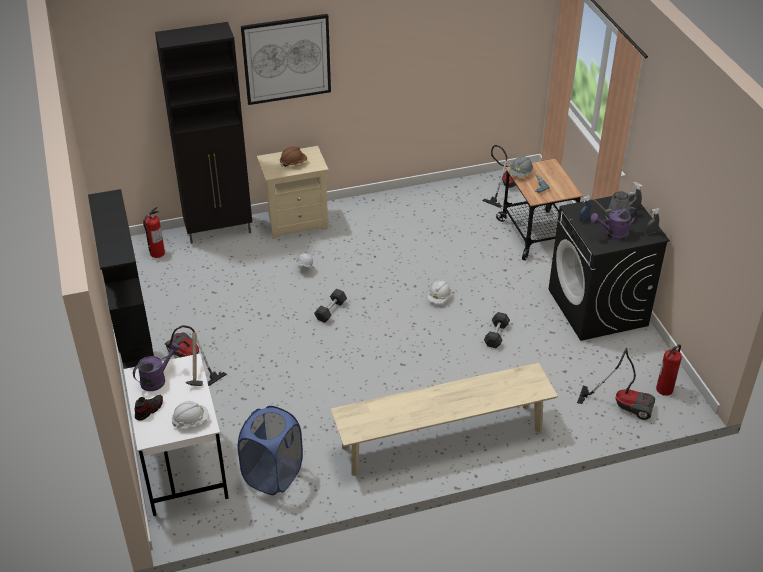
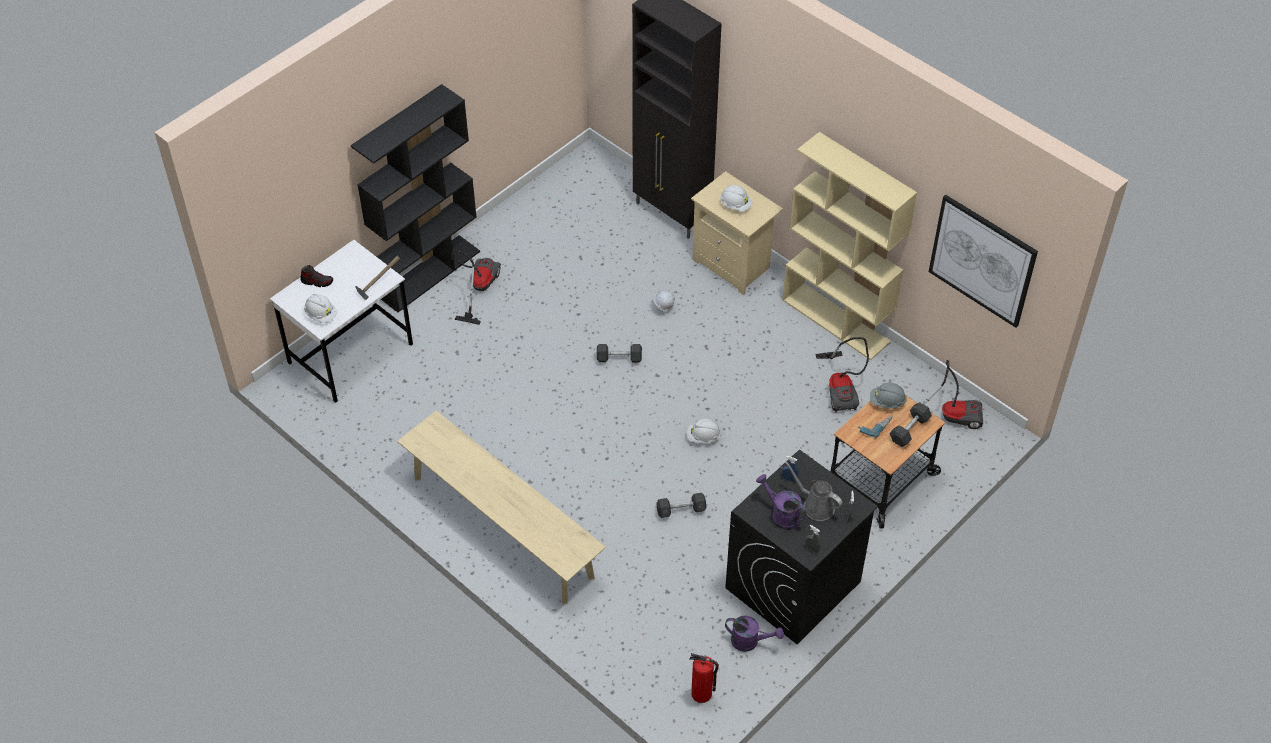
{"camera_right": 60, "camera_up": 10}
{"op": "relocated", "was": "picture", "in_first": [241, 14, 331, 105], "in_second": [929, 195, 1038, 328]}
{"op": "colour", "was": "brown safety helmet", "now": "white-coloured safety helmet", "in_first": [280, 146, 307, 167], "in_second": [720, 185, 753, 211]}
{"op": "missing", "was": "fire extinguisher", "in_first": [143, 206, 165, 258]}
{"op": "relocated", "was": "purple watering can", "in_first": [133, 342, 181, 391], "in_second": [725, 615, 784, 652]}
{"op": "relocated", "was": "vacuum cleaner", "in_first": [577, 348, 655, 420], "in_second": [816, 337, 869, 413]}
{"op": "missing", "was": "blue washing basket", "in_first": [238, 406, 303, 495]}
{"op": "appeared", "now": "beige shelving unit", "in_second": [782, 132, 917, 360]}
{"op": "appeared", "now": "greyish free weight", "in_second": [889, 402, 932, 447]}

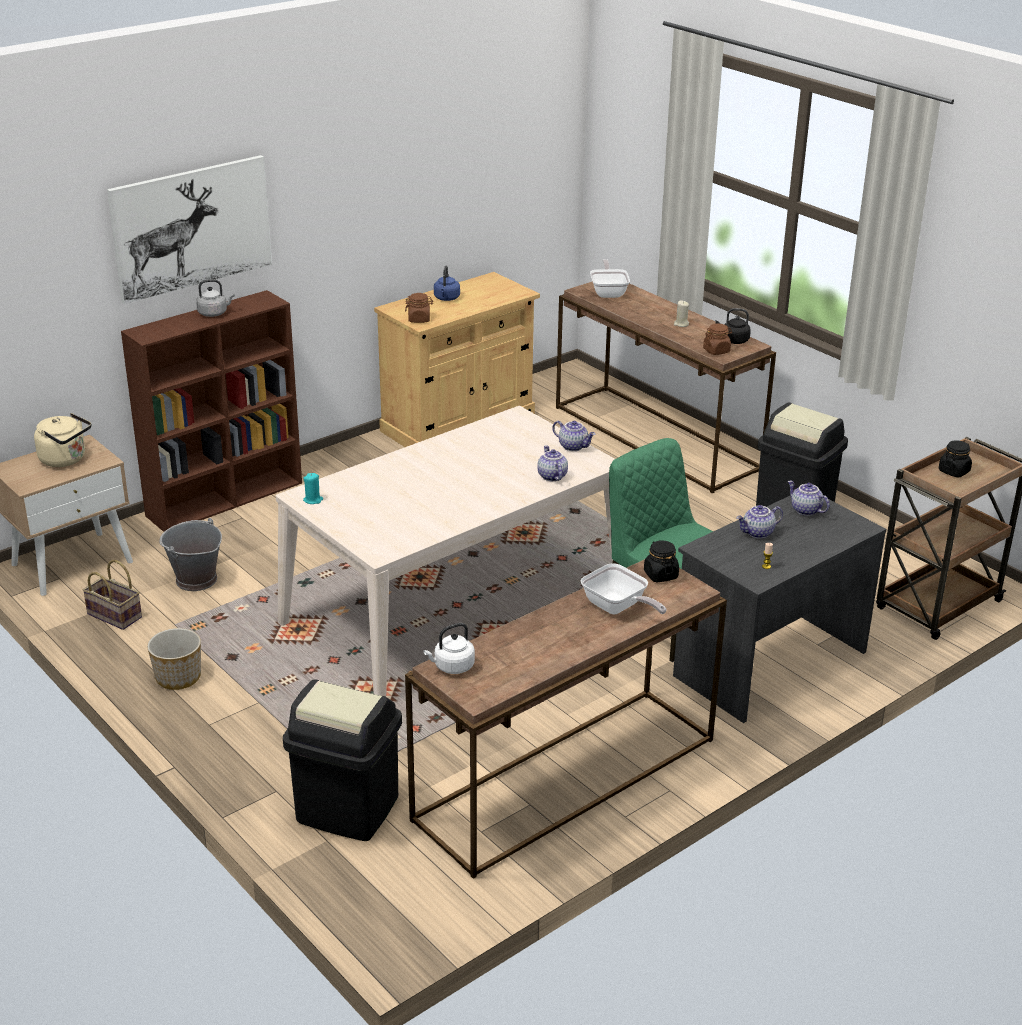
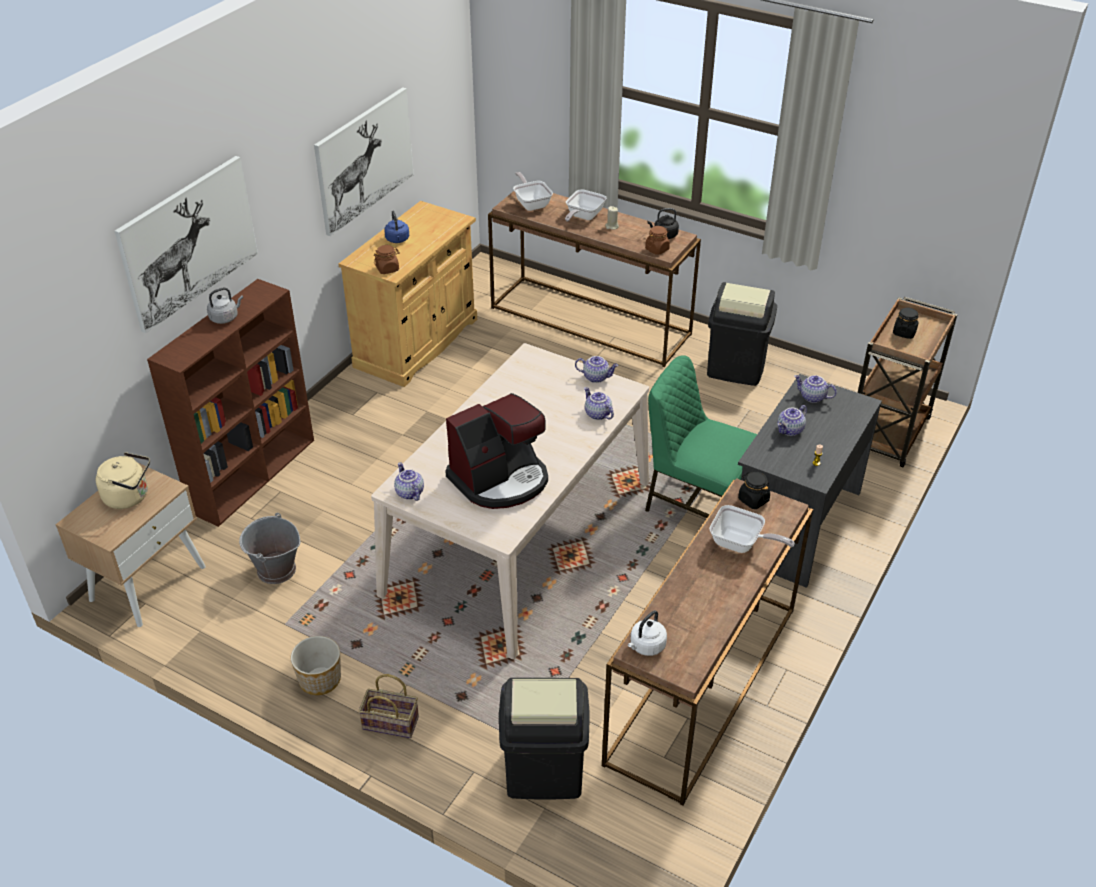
{"camera_right": -20, "camera_up": 10}
{"op": "exchanged", "was": "blue-green wax light", "now": "teapot", "in_first": [303, 473, 323, 504], "in_second": [394, 462, 424, 501]}
{"op": "relocated", "was": "storage basket", "in_first": [82, 560, 142, 630], "in_second": [358, 674, 419, 738]}
{"op": "appeared", "now": "picture", "in_second": [314, 87, 414, 236]}
{"op": "appeared", "now": "skillet", "in_second": [565, 189, 607, 222]}
{"op": "appeared", "now": "coffee maker", "in_second": [445, 393, 548, 509]}

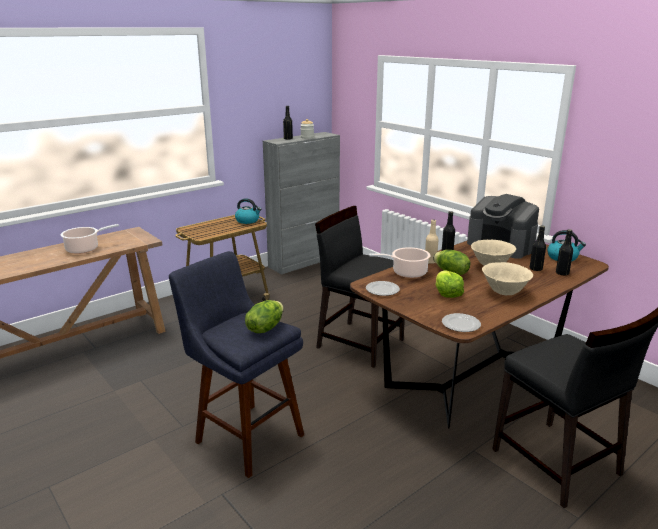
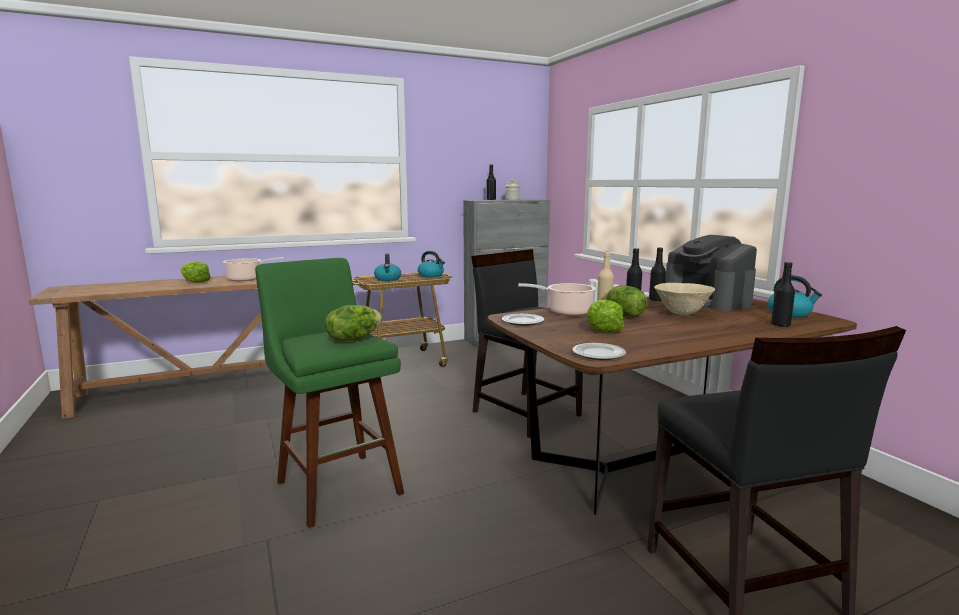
{"camera_right": 15, "camera_up": -10}
{"op": "relocated", "was": "black-coloured bottle", "in_first": [529, 226, 546, 271], "in_second": [649, 248, 666, 301]}
{"op": "colour", "was": "blue sitting stool", "now": "greenish sitting stool", "in_first": [169, 251, 304, 478], "in_second": [255, 258, 404, 528]}
{"op": "missing", "was": "beige bowl", "in_first": [482, 262, 533, 295]}
{"op": "appeared", "now": "kettle", "in_second": [374, 254, 401, 281]}
{"op": "appeared", "now": "lettuce head", "in_second": [181, 262, 211, 283]}

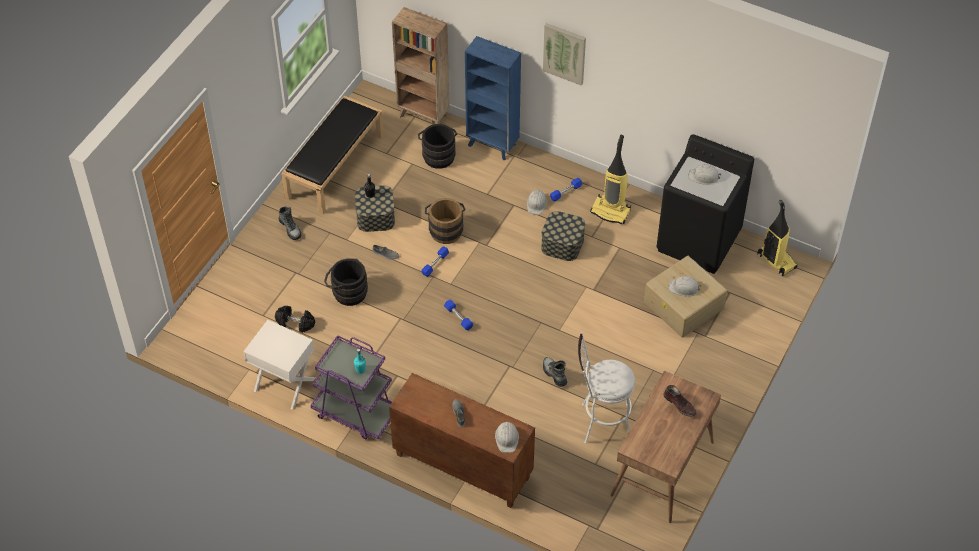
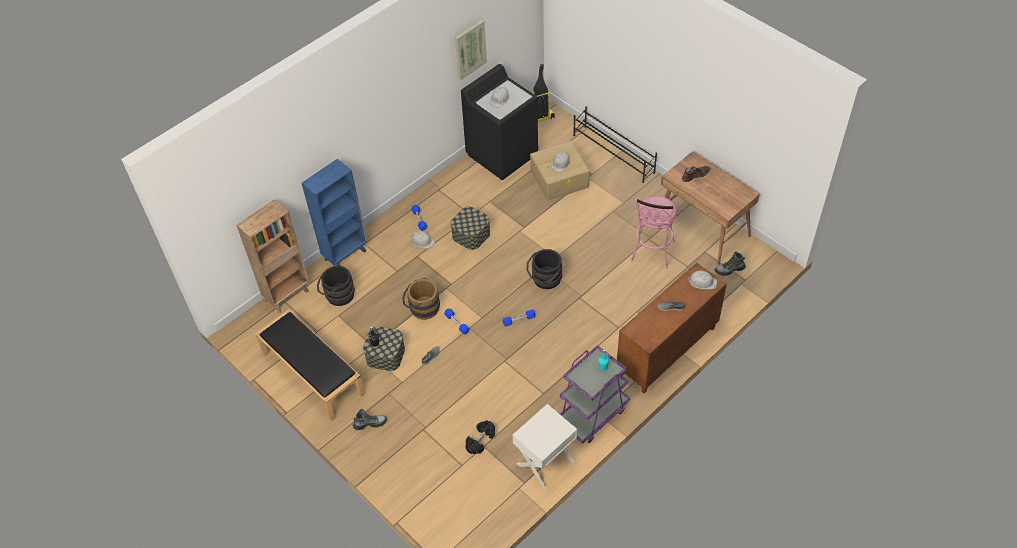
{"camera_right": -70, "camera_up": 0}
{"op": "relocated", "was": "picture", "in_first": [543, 23, 586, 86], "in_second": [455, 20, 487, 80]}
{"op": "missing", "was": "vacuum cleaner", "in_first": [590, 135, 631, 224]}
{"op": "relocated", "was": "black-coloured pail", "in_first": [324, 258, 368, 306], "in_second": [526, 249, 562, 289]}
{"op": "colour", "was": "white-coloured sitting stool", "now": "pink sitting stool", "in_first": [578, 332, 635, 444], "in_second": [631, 196, 677, 269]}
{"op": "relocated", "was": "tall boot", "in_first": [543, 357, 567, 387], "in_second": [715, 252, 746, 276]}
{"op": "appeared", "now": "black-coloured shoe shelf", "in_second": [573, 107, 657, 183]}

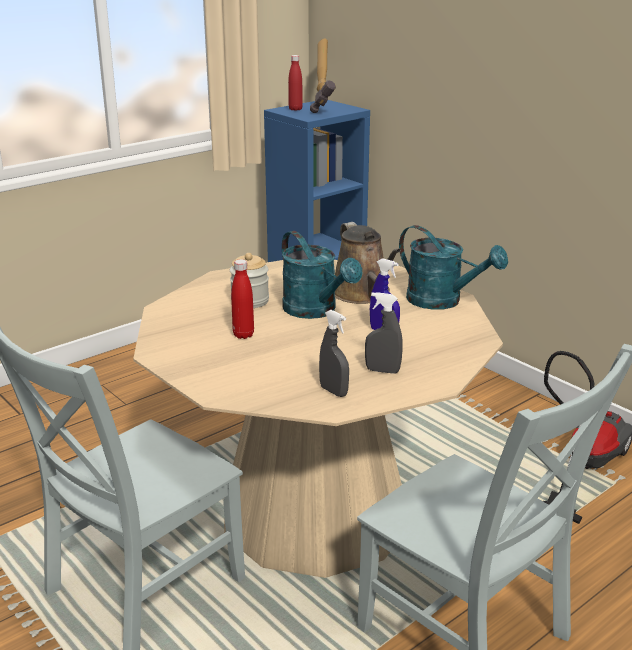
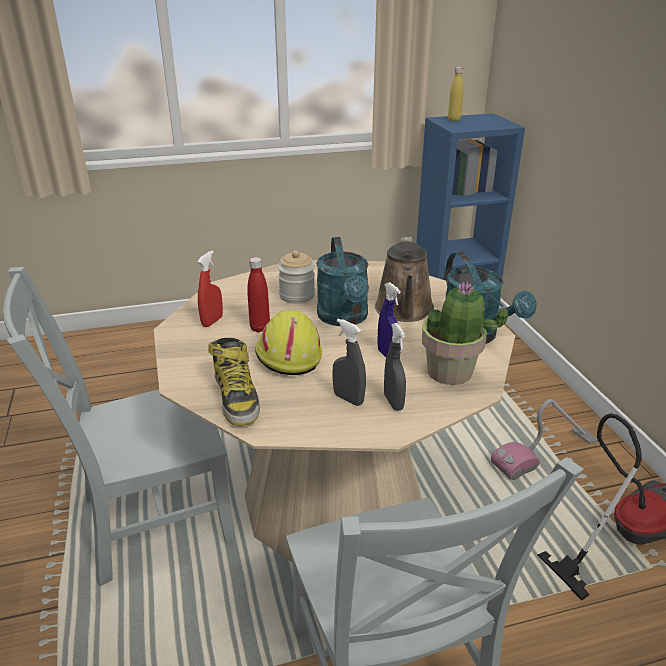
{"camera_right": 25, "camera_up": 5}
{"op": "missing", "was": "hammer", "in_first": [310, 39, 336, 113]}
{"op": "colour", "was": "red bottle", "now": "yellowish bottle", "in_first": [288, 55, 303, 111], "in_second": [448, 67, 464, 121]}
{"op": "relocated", "was": "greyish sprayer", "in_first": [319, 310, 349, 397], "in_second": [384, 323, 406, 411]}
{"op": "appeared", "now": "red sprayer", "in_second": [197, 251, 223, 327]}
{"op": "appeared", "now": "plant in a pot", "in_second": [422, 281, 508, 385]}
{"op": "appeared", "now": "yellowish safety helmet", "in_second": [255, 310, 322, 375]}
{"op": "appeared", "now": "tall boot", "in_second": [208, 338, 260, 426]}
{"op": "appeared", "now": "vacuum cleaner", "in_second": [491, 399, 598, 480]}

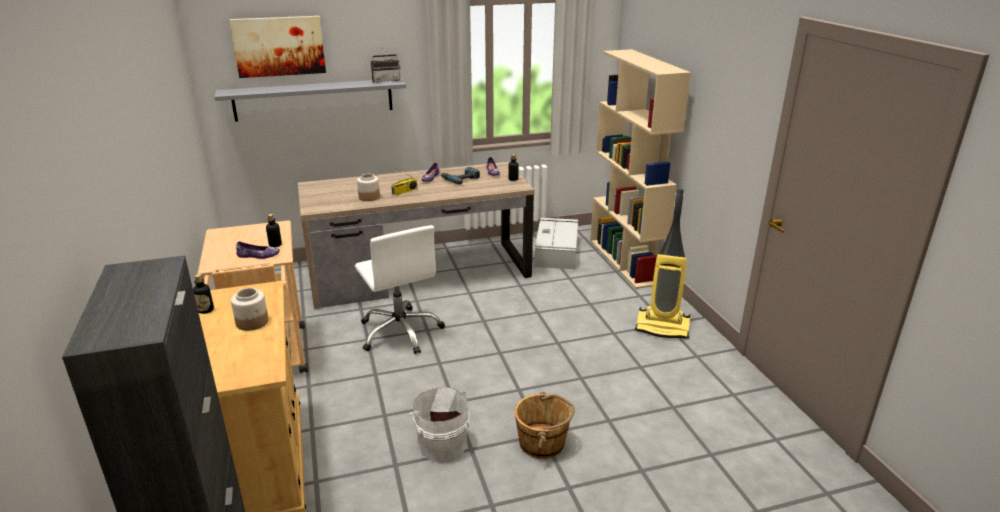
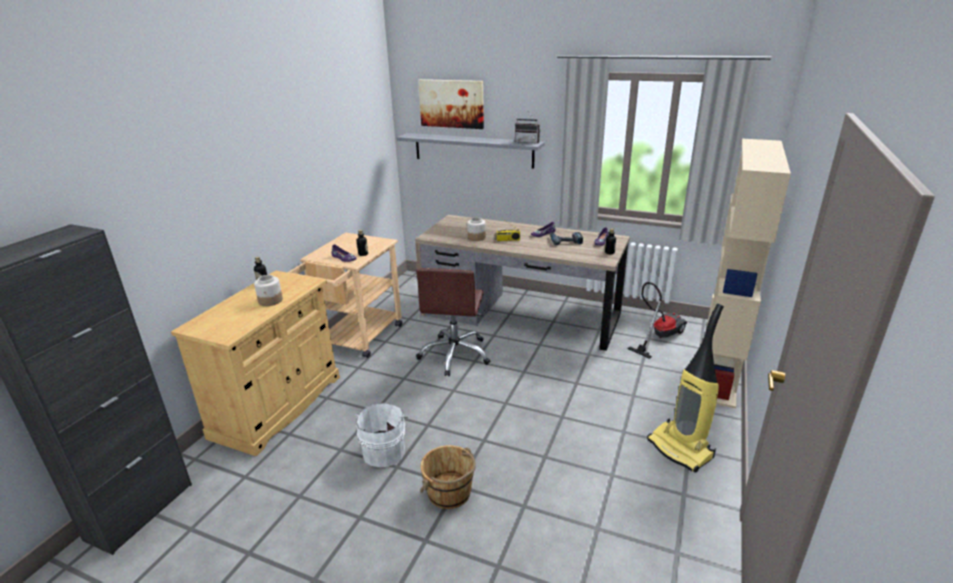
{"camera_right": 40, "camera_up": 0}
{"op": "exchanged", "was": "greyish storage bin", "now": "vacuum cleaner", "in_first": [535, 218, 578, 269], "in_second": [627, 282, 687, 359]}
{"op": "colour", "was": "white-coloured computer chair", "now": "brown computer chair", "in_first": [355, 225, 445, 354], "in_second": [416, 268, 490, 376]}

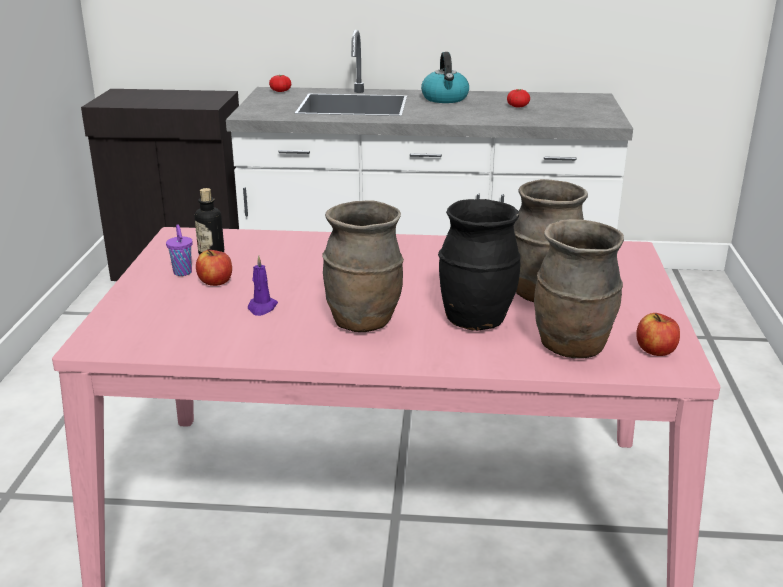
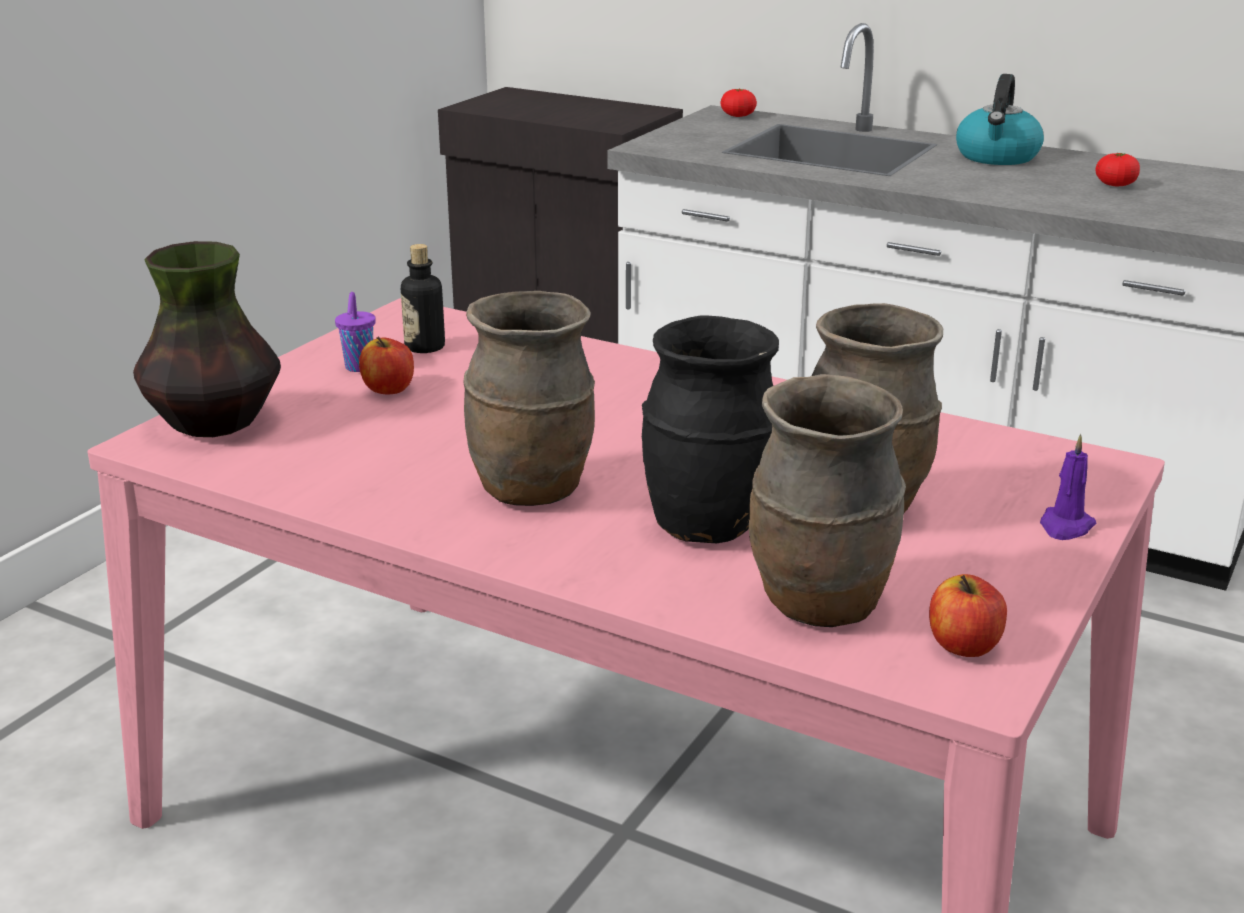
{"camera_right": 25, "camera_up": 0}
{"op": "relocated", "was": "purple wax light", "in_first": [248, 255, 278, 316], "in_second": [1040, 434, 1096, 540]}
{"op": "appeared", "now": "vase", "in_second": [133, 241, 281, 437]}

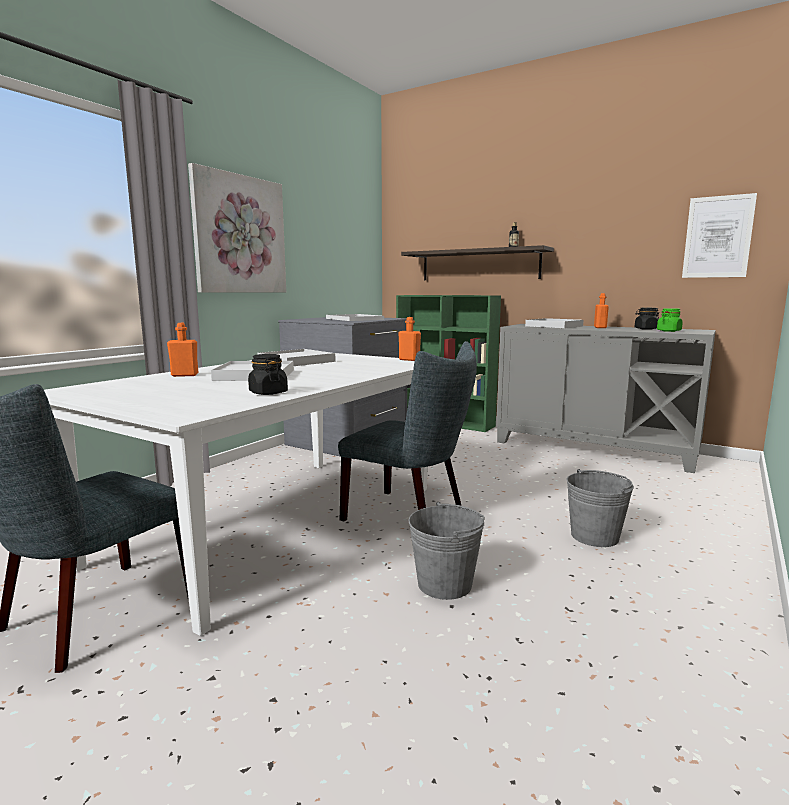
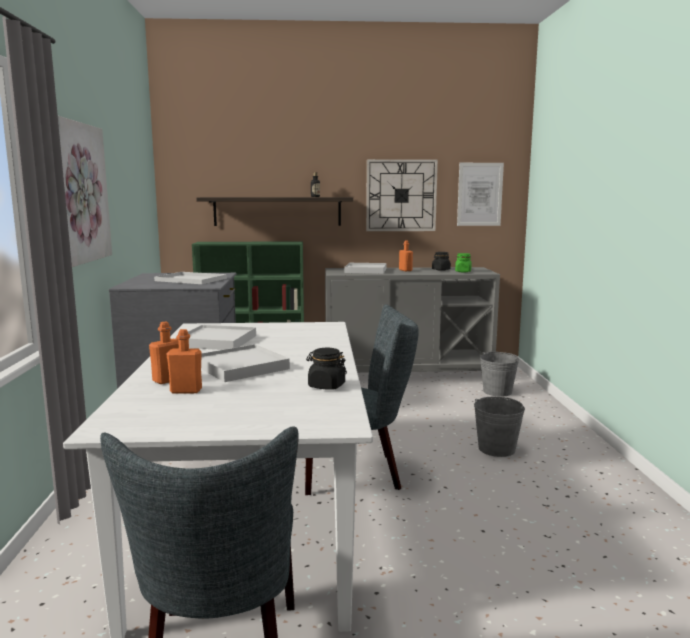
{"camera_right": -35, "camera_up": 0}
{"op": "relocated", "was": "orange bottle", "in_first": [399, 317, 421, 361], "in_second": [166, 329, 202, 394]}
{"op": "relocated", "was": "greyish pail", "in_first": [408, 502, 485, 600], "in_second": [480, 352, 519, 397]}
{"op": "appeared", "now": "wall clock", "in_second": [366, 159, 438, 231]}

